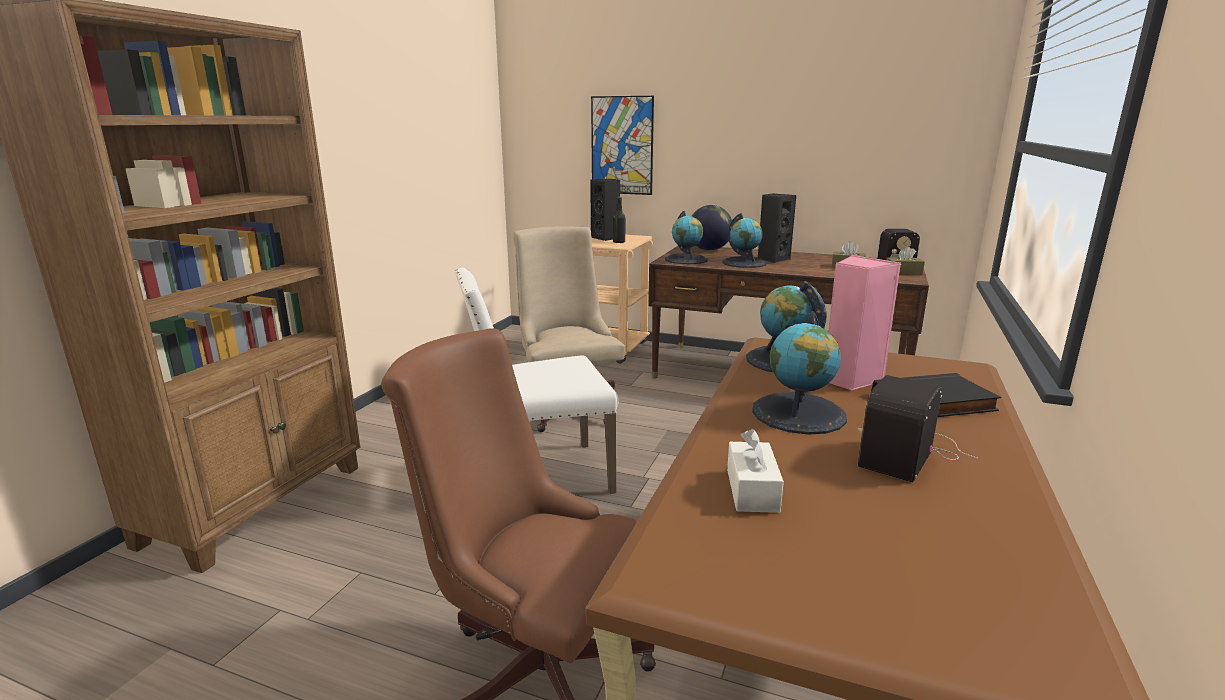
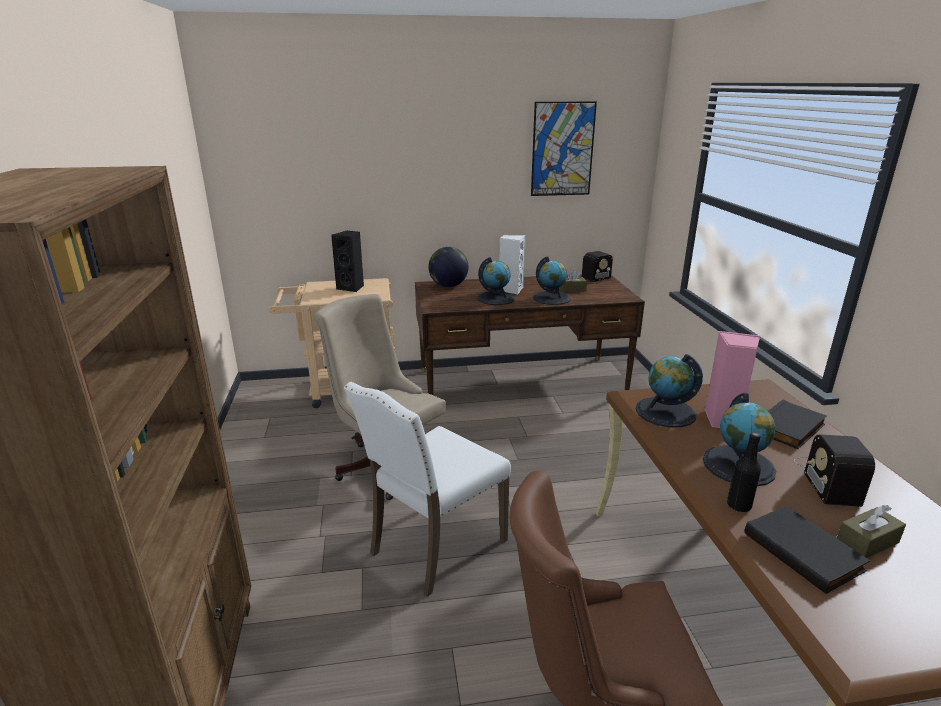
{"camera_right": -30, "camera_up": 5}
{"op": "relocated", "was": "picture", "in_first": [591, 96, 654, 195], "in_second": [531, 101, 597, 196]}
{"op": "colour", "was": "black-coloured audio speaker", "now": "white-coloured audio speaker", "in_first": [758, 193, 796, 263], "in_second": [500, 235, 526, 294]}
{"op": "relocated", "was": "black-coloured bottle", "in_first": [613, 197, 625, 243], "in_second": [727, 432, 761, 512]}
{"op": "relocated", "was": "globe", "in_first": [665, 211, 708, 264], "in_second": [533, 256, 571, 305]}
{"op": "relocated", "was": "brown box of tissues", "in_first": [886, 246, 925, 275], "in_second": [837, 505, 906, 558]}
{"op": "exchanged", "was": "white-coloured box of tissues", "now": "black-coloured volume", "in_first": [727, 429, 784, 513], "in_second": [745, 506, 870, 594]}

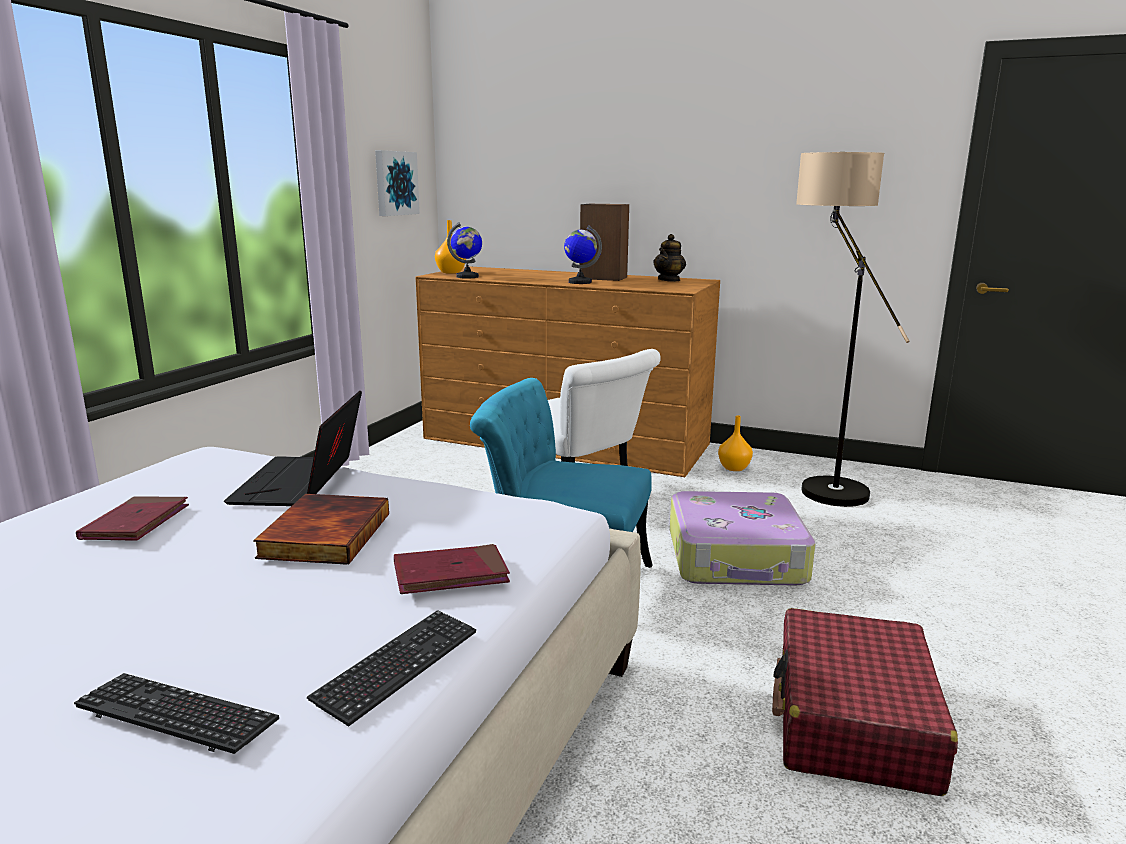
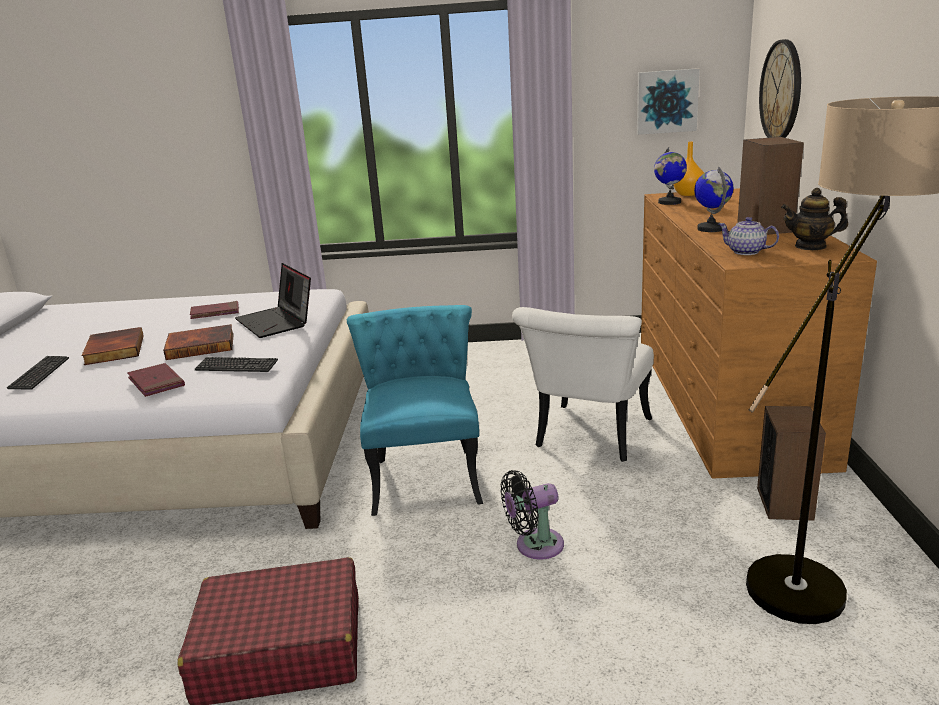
{"camera_right": 70, "camera_up": 5}
{"op": "spun", "was": "laptop", "in_first": [224, 391, 362, 506], "in_second": [235, 263, 311, 338], "clockwise": -105}
{"op": "exchanged", "was": "orange vase", "now": "audio speaker", "in_first": [718, 415, 753, 471], "in_second": [757, 406, 826, 521]}
{"op": "exchanged", "was": "piece of luggage", "now": "black-coloured fan", "in_first": [670, 491, 815, 586], "in_second": [500, 470, 564, 560]}
{"op": "relocated", "was": "computer keyboard", "in_first": [307, 610, 476, 727], "in_second": [195, 357, 278, 372]}
{"op": "appeared", "now": "wall clock", "in_second": [759, 39, 801, 138]}
{"op": "appeared", "now": "teapot", "in_second": [718, 217, 779, 255]}
{"op": "appeared", "now": "volume", "in_second": [81, 327, 144, 365]}

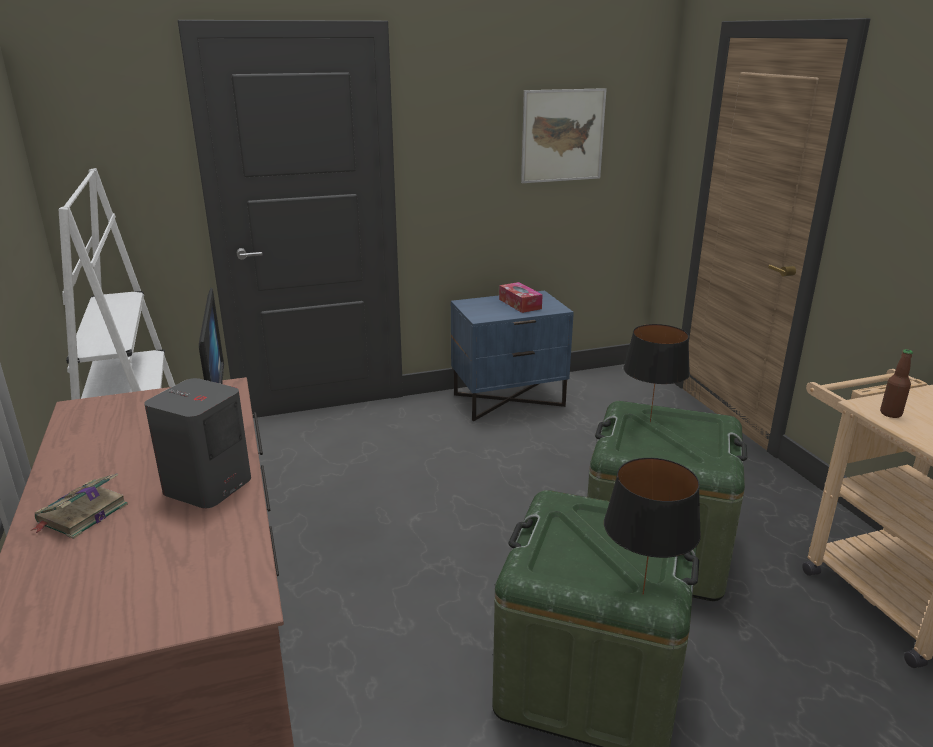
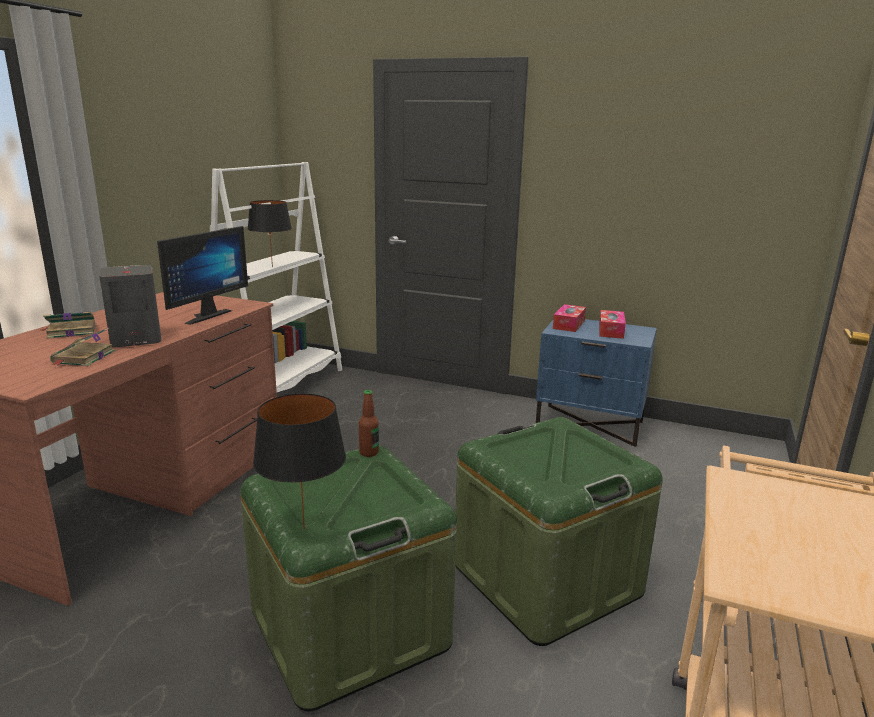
{"camera_right": 40, "camera_up": -5}
{"op": "missing", "was": "picture", "in_first": [521, 88, 607, 183]}
{"op": "relocated", "was": "black-coloured table lamp", "in_first": [624, 324, 690, 422], "in_second": [248, 200, 292, 268]}
{"op": "relocated", "was": "bottle", "in_first": [880, 349, 913, 418], "in_second": [359, 390, 379, 457]}
{"op": "appeared", "now": "box of tissues", "in_second": [553, 304, 586, 332]}
{"op": "appeared", "now": "volume", "in_second": [50, 328, 115, 366]}

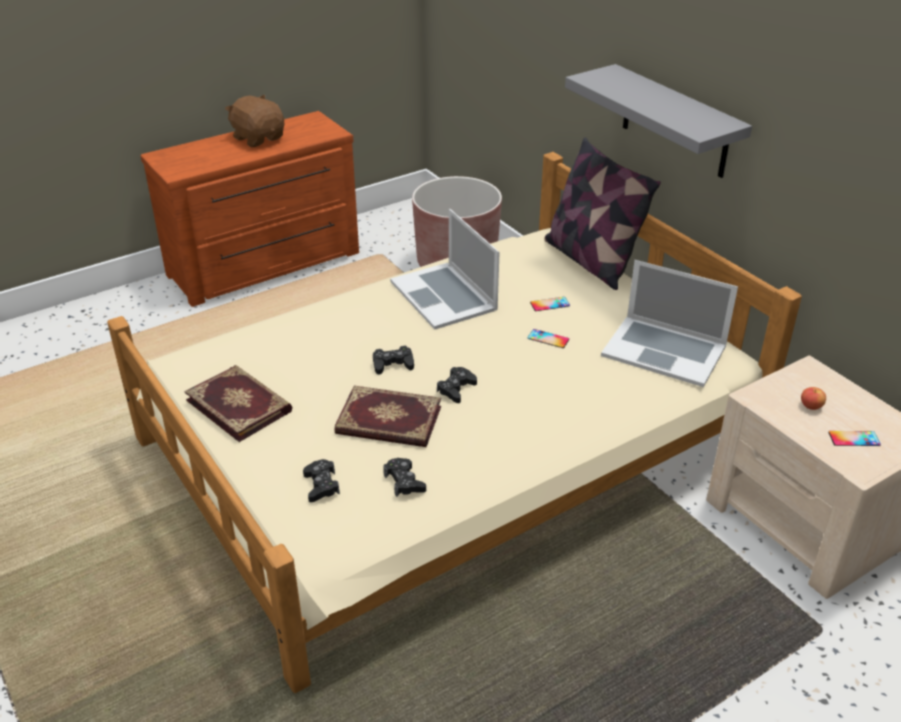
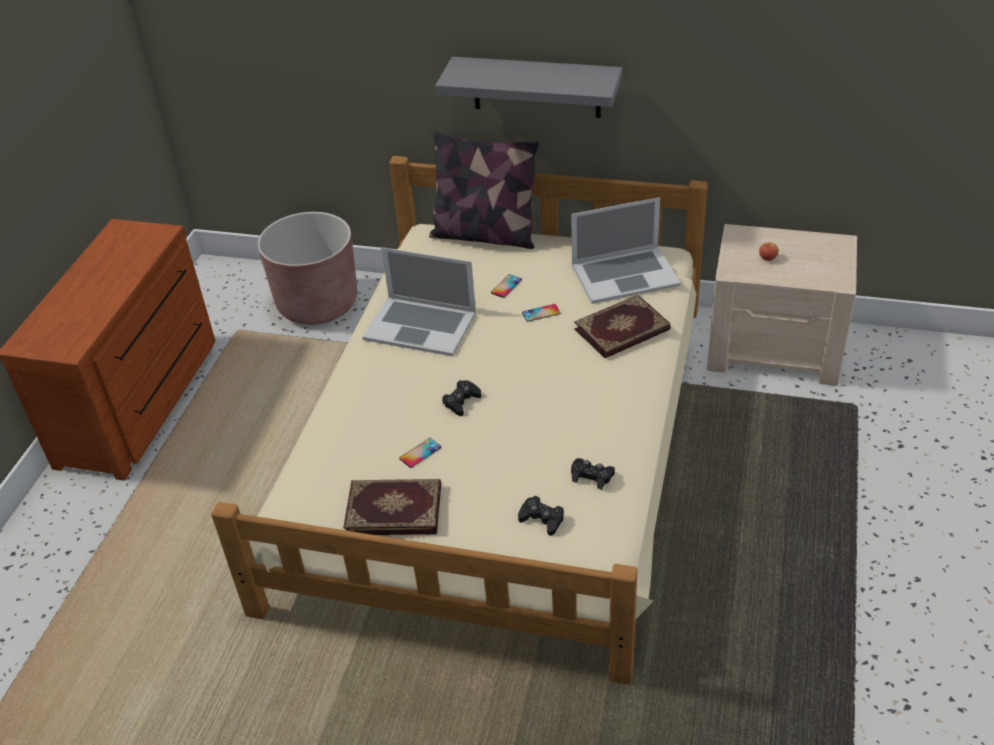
{"camera_right": -40, "camera_up": 5}
{"op": "missing", "was": "brown plush toy", "in_first": [225, 95, 284, 147]}
{"op": "missing", "was": "black-coloured game controller", "in_first": [437, 367, 477, 403]}
{"op": "relocated", "was": "volume", "in_first": [335, 386, 441, 447], "in_second": [574, 295, 671, 358]}
{"op": "relocated", "was": "handset", "in_first": [828, 431, 881, 446], "in_second": [399, 438, 441, 468]}

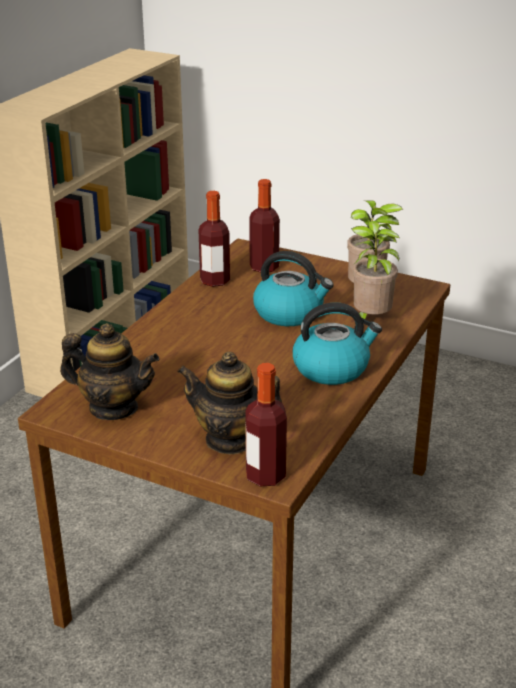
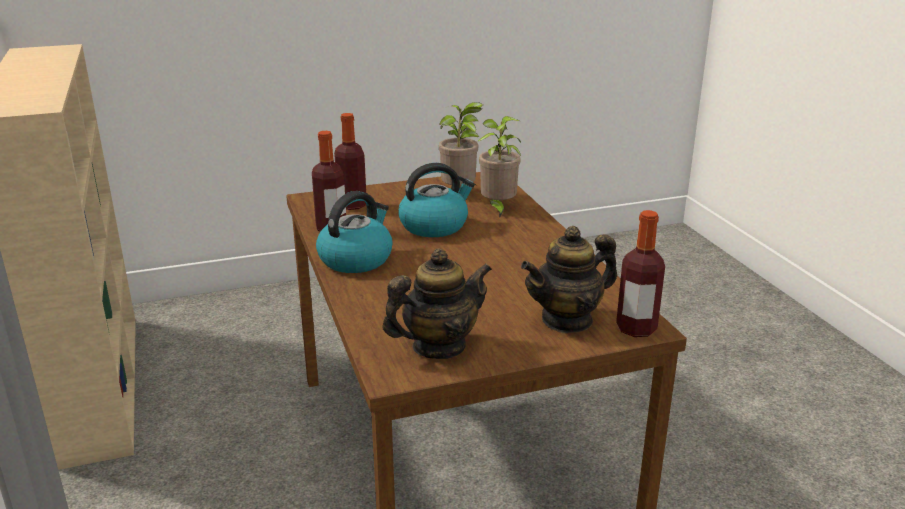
{"camera_right": -45, "camera_up": -5}
{"op": "relocated", "was": "kettle", "in_first": [292, 303, 382, 385], "in_second": [316, 191, 393, 273]}

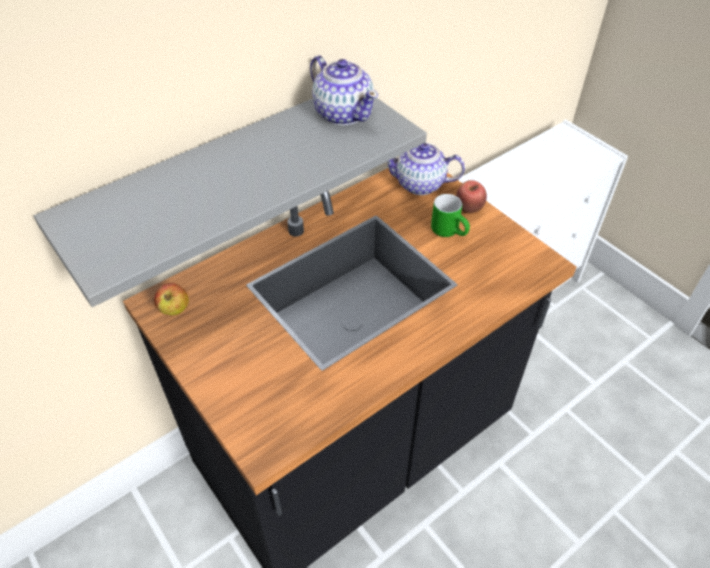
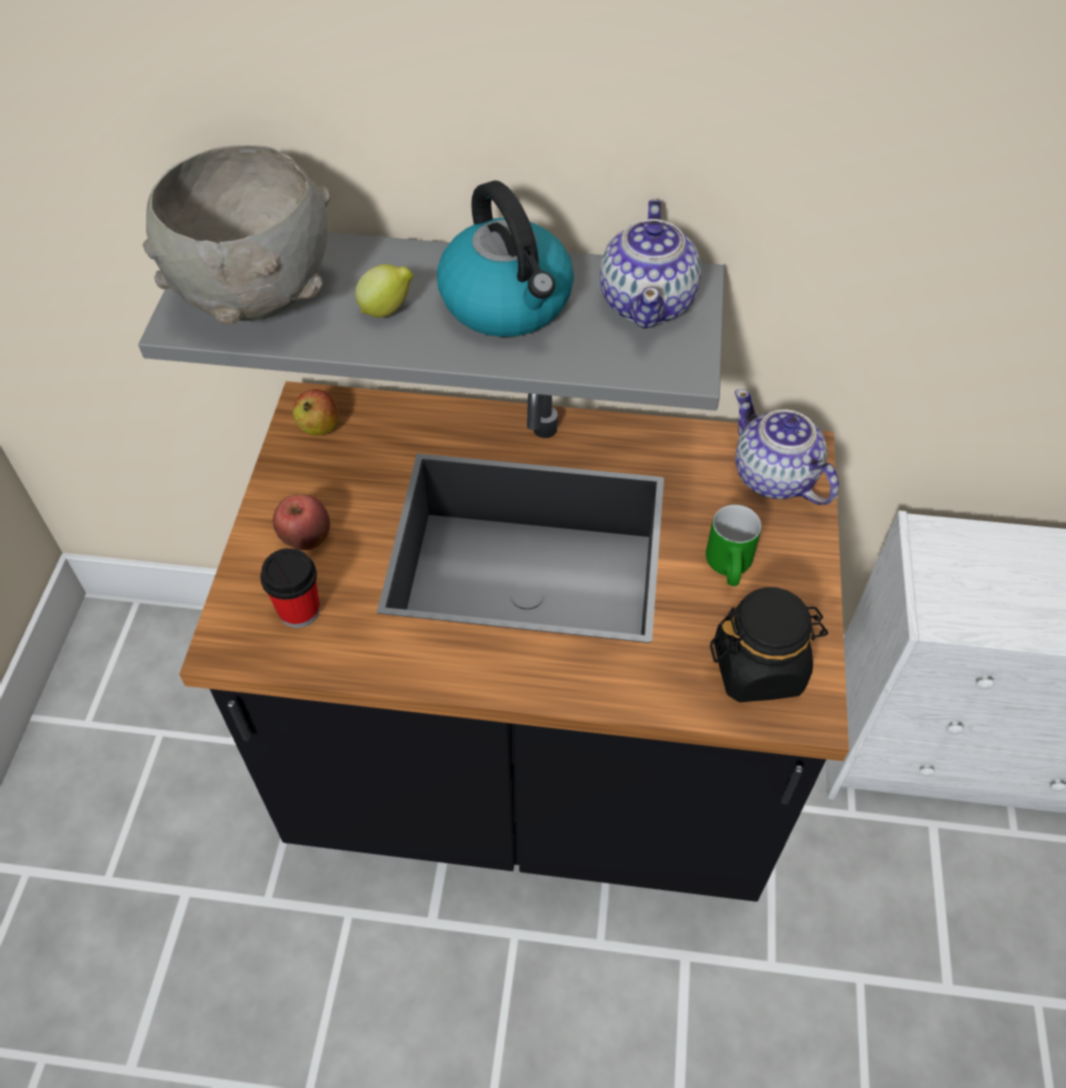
{"camera_right": 45, "camera_up": 5}
{"op": "relocated", "was": "whole apple", "in_first": [456, 180, 487, 214], "in_second": [273, 494, 330, 550]}
{"op": "appeared", "now": "greyish bowl", "in_second": [142, 145, 331, 324]}
{"op": "appeared", "now": "kettle", "in_second": [437, 180, 574, 337]}
{"op": "appeared", "now": "lemon", "in_second": [355, 264, 413, 317]}
{"op": "appeared", "now": "small cup", "in_second": [260, 548, 320, 628]}
{"op": "appeared", "now": "black-coloured preserve jar", "in_second": [710, 587, 828, 702]}

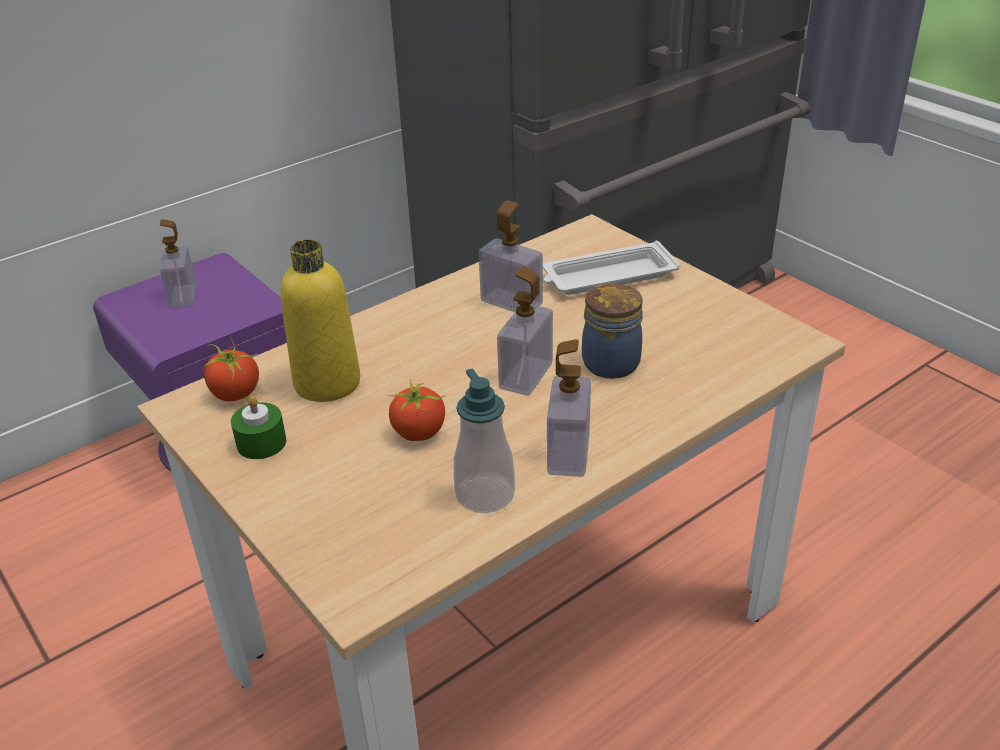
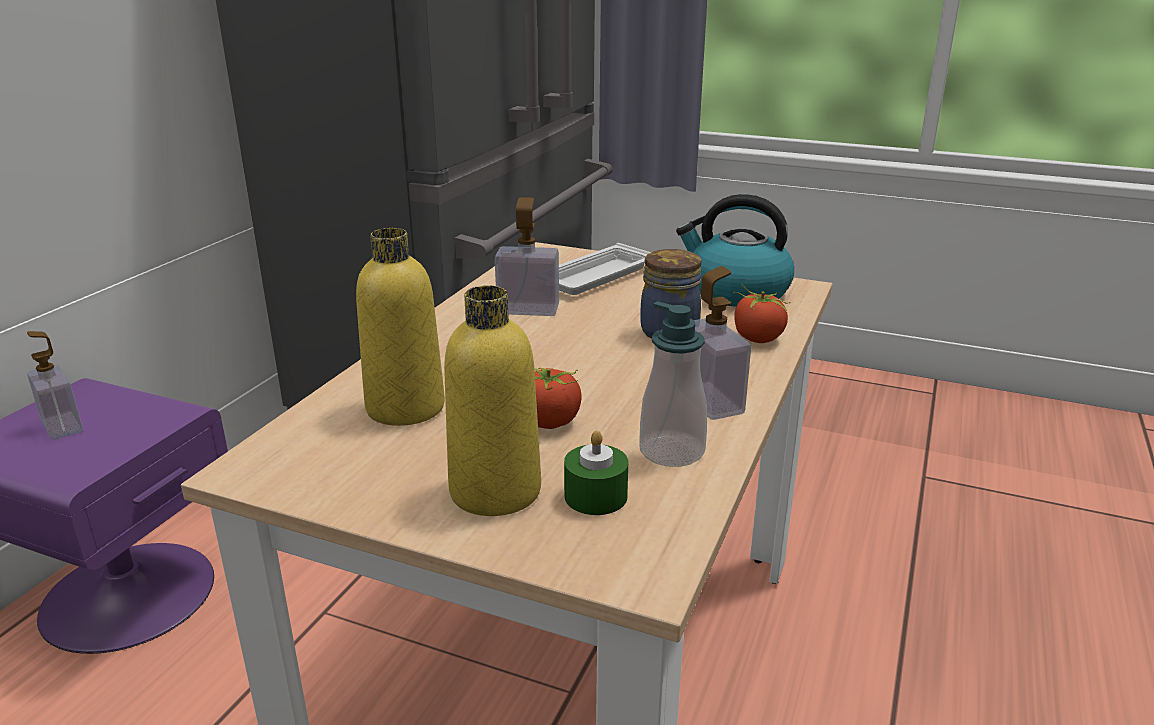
{"camera_right": -30, "camera_up": -10}
{"op": "missing", "was": "soap bottle", "in_first": [497, 267, 553, 396]}
{"op": "relocated", "was": "fresh tomato", "in_first": [203, 337, 259, 401], "in_second": [733, 284, 791, 343]}
{"op": "relocated", "was": "greenish wax light", "in_first": [231, 396, 286, 459], "in_second": [564, 431, 628, 515]}
{"op": "appeared", "now": "kettle", "in_second": [676, 194, 794, 307]}
{"op": "appeared", "now": "yellowish bottle", "in_second": [444, 285, 541, 516]}

